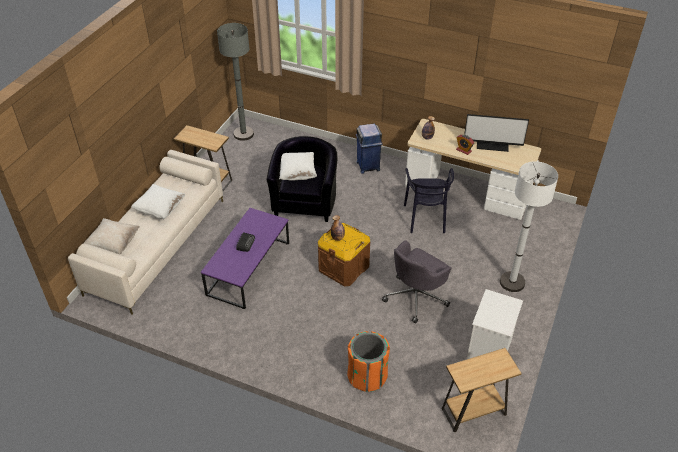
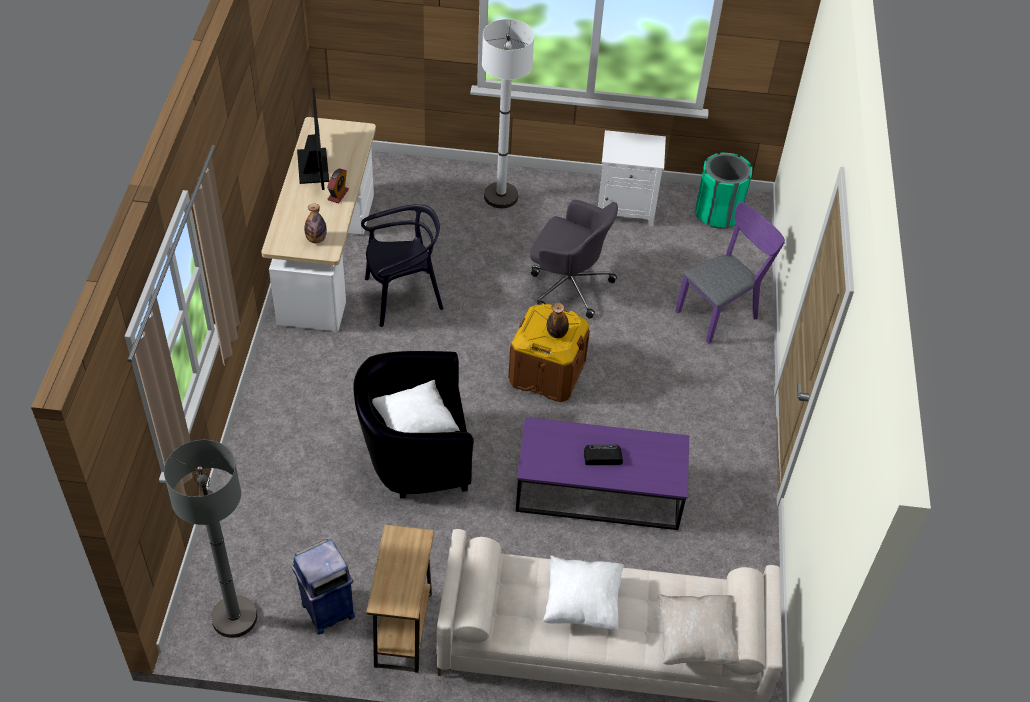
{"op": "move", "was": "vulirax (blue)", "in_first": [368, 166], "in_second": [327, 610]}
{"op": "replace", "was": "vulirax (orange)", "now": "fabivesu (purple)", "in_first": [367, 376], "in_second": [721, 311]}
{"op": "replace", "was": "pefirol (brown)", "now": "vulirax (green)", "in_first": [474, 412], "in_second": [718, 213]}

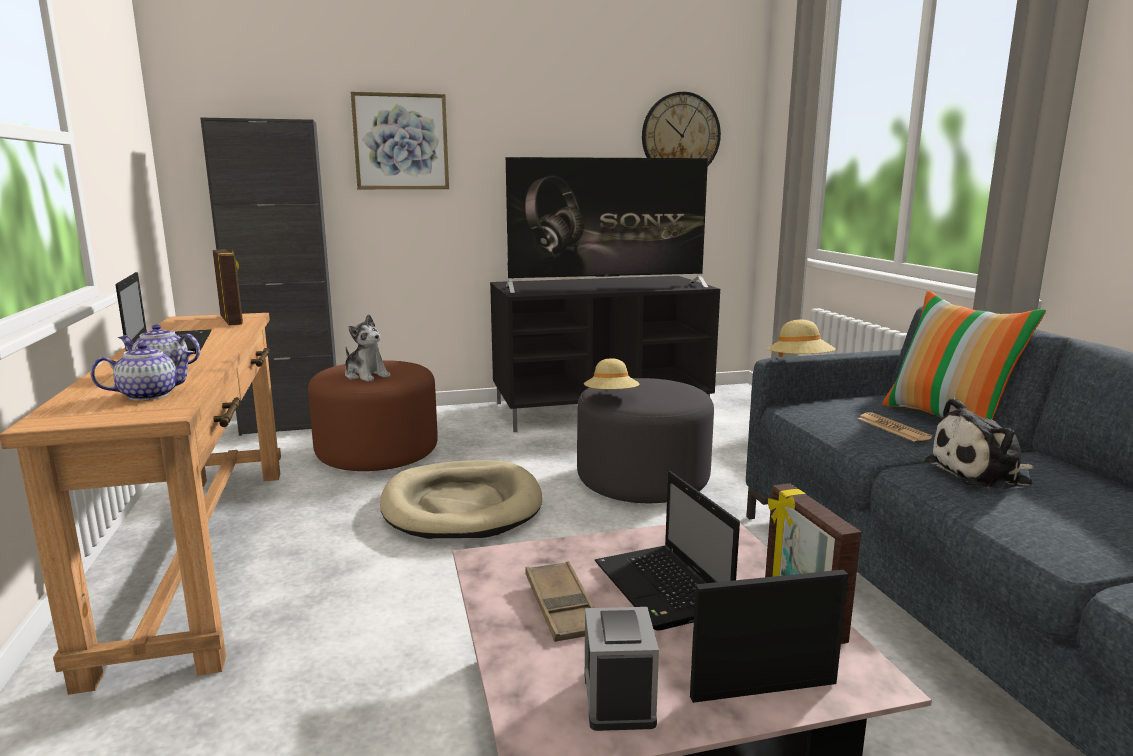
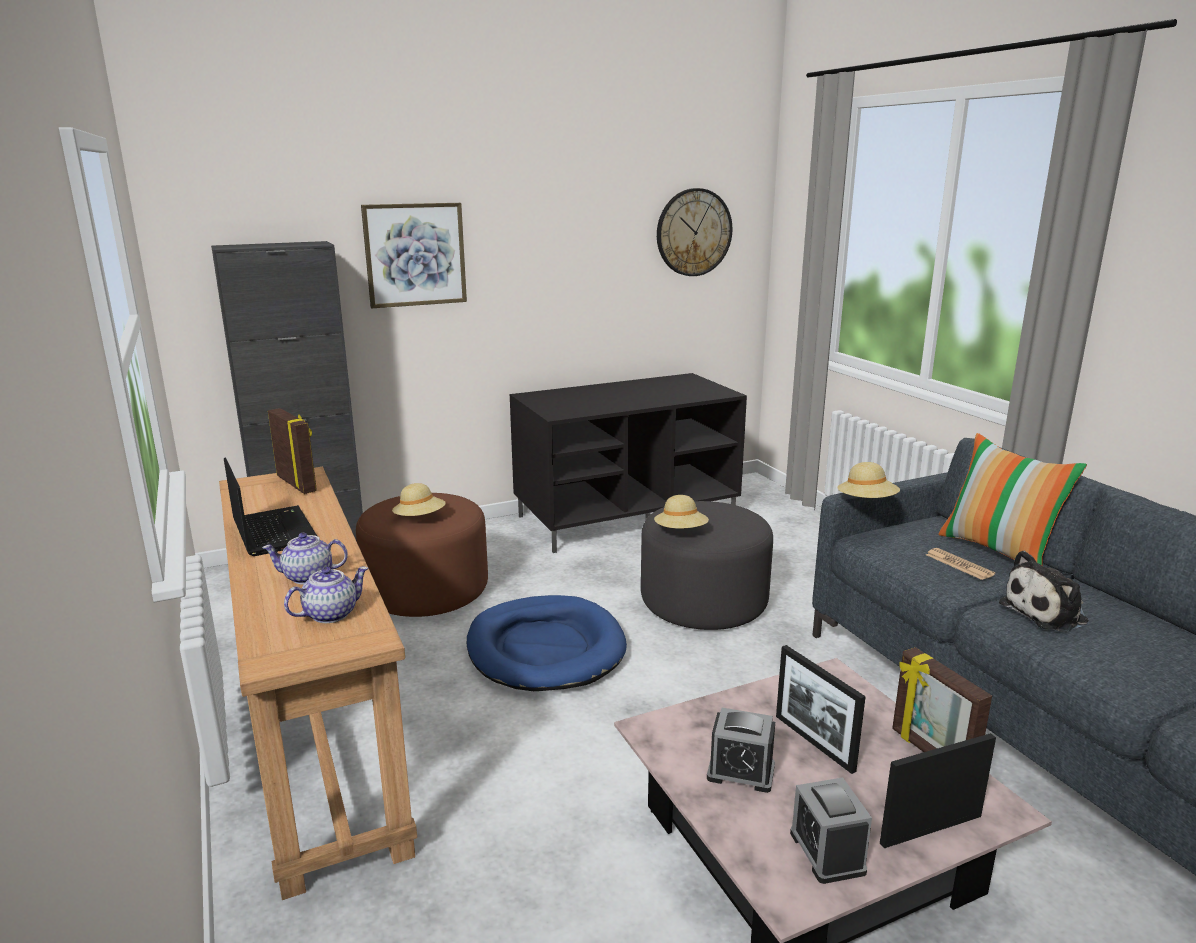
{"op": "delete", "was": "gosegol", "in_first": [607, 287]}
{"op": "replace", "was": "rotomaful", "now": "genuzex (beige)", "in_first": [366, 375], "in_second": [420, 518]}
{"op": "replace", "was": "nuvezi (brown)", "now": "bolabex", "in_first": [562, 607], "in_second": [740, 772]}
{"op": "replace", "was": "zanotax", "now": "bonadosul", "in_first": [664, 589], "in_second": [814, 743]}
{"op": "recolor", "was": "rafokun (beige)", "now": "rafokun (blue)", "in_first": [462, 506], "in_second": [545, 649]}

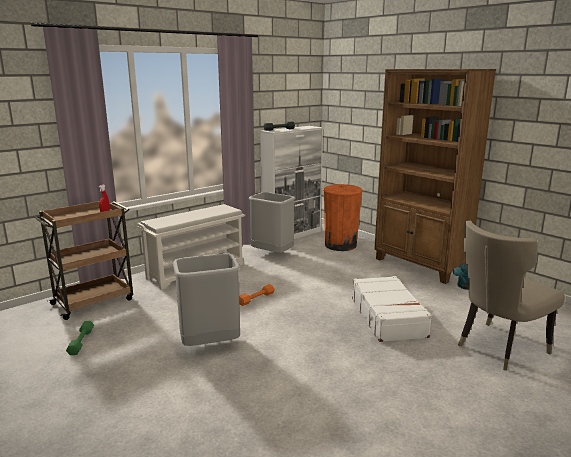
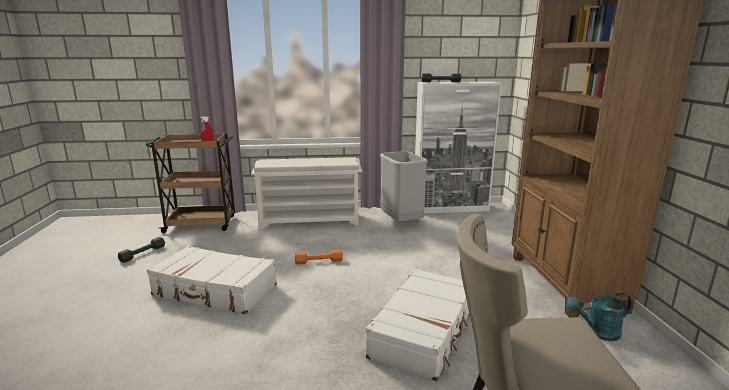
{"op": "delete", "was": "vulirax (orange)", "in_first": [340, 245]}
{"op": "replace", "was": "vulirax (grey)", "now": "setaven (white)", "in_first": [210, 344], "in_second": [215, 290]}
{"op": "recolor", "was": "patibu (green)", "now": "patibu (grey)", "in_first": [81, 342], "in_second": [142, 253]}

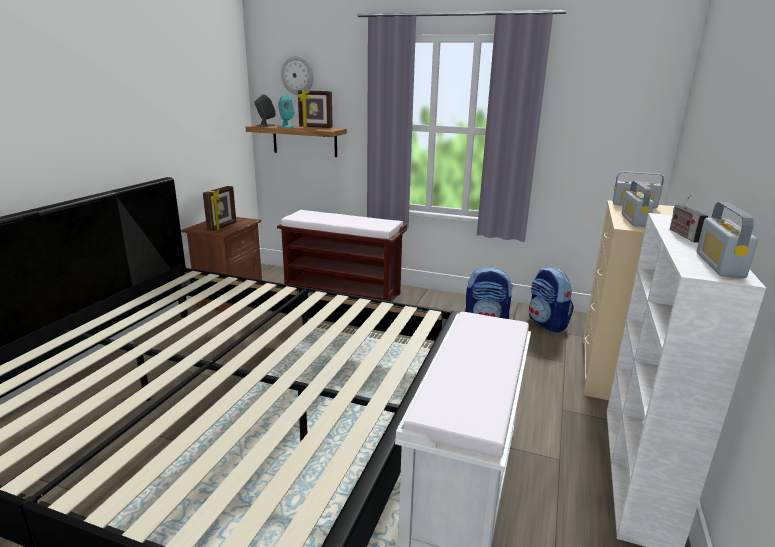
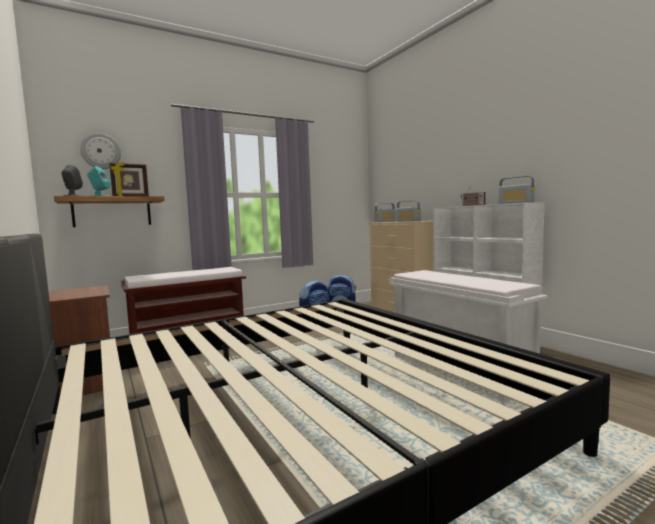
{"op": "delete", "was": "bonadosul", "in_first": [222, 227]}

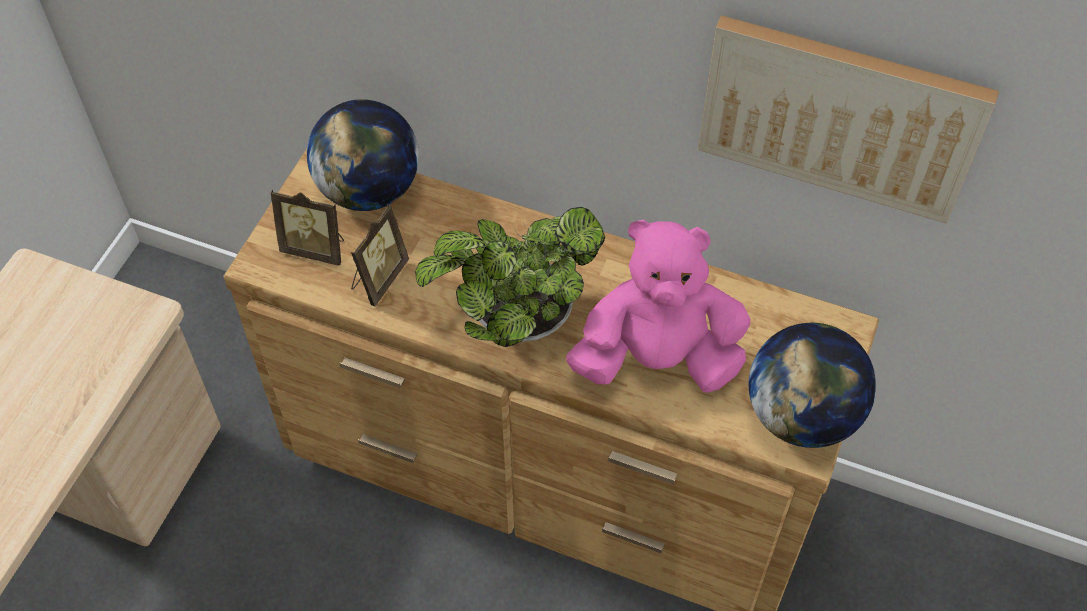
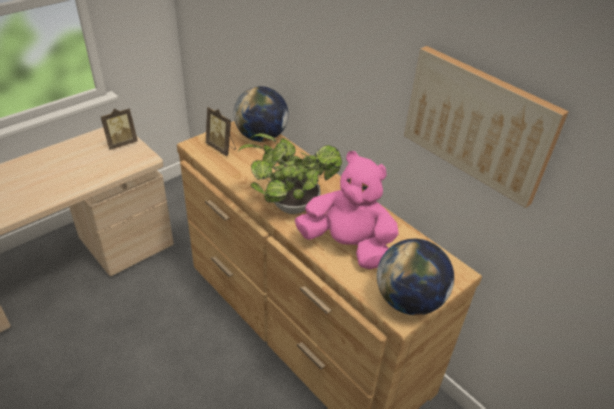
{"op": "move", "was": "bonadosul", "in_first": [378, 279], "in_second": [121, 143]}

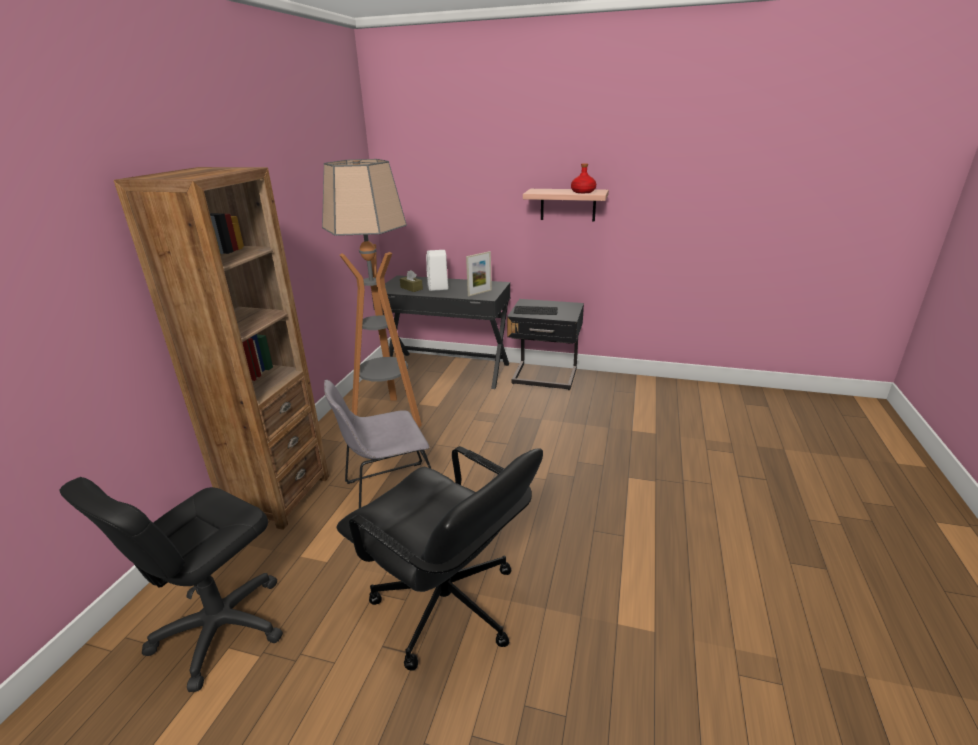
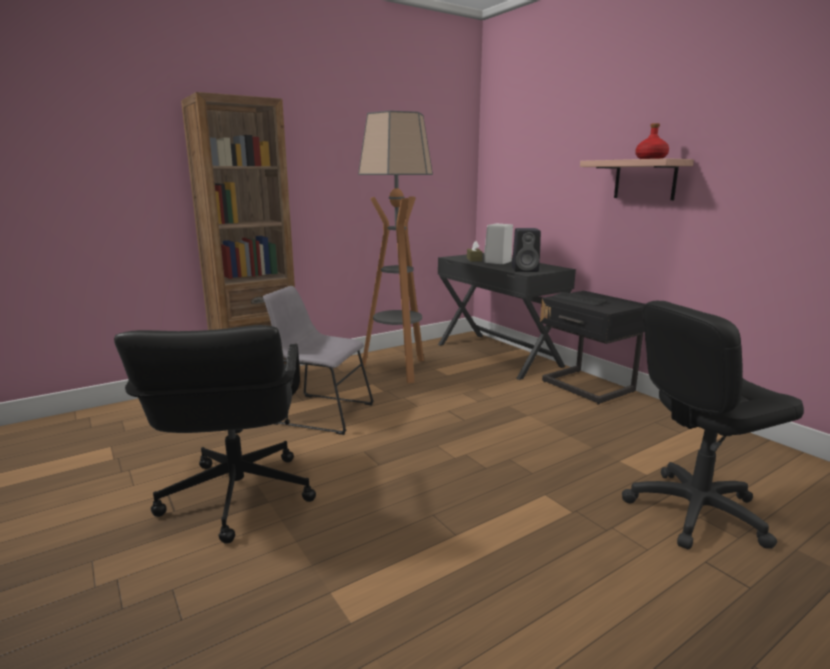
{"op": "move", "was": "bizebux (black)", "in_first": [220, 628], "in_second": [695, 511]}
{"op": "replace", "was": "bonadosul", "now": "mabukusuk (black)", "in_first": [479, 293], "in_second": [526, 270]}

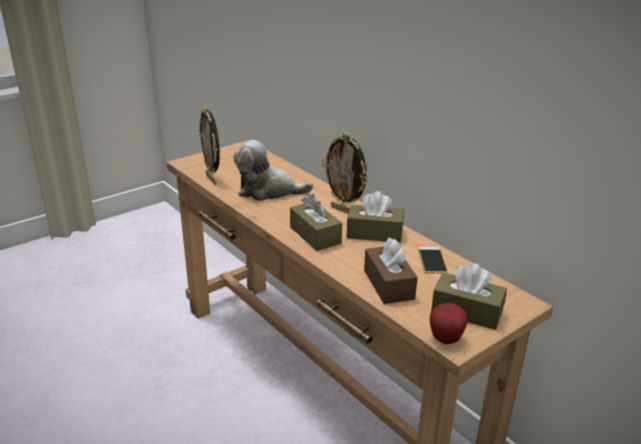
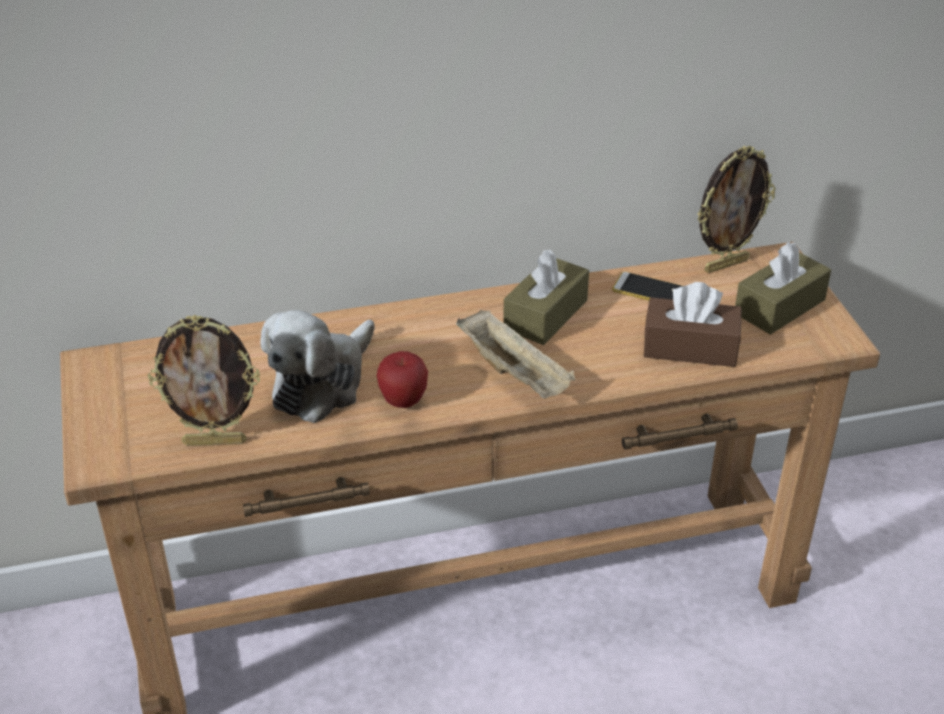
{"op": "move", "was": "bonadosul", "in_first": [344, 211], "in_second": [725, 265]}
{"op": "move", "was": "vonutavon", "in_first": [445, 339], "in_second": [403, 401]}
{"op": "replace", "was": "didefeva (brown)", "now": "nuvezi (beige)", "in_first": [315, 235], "in_second": [515, 374]}

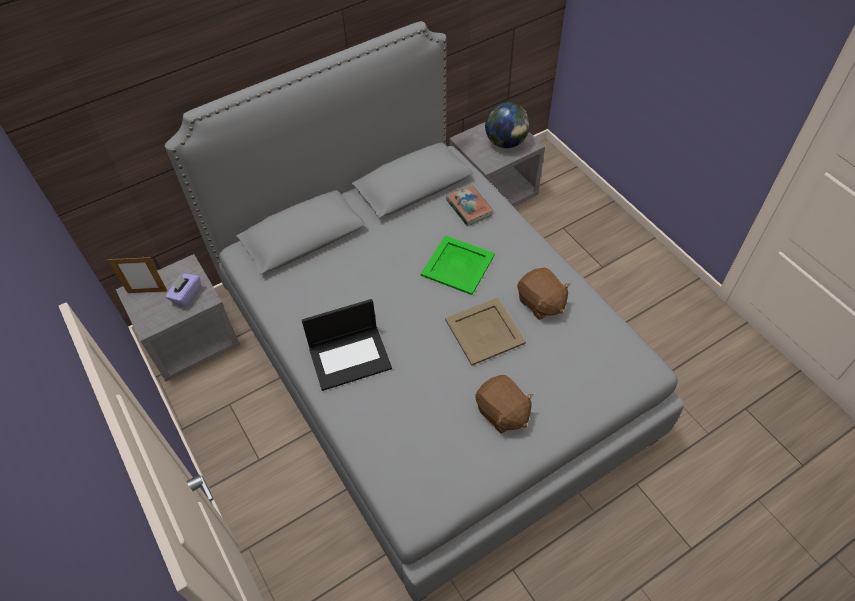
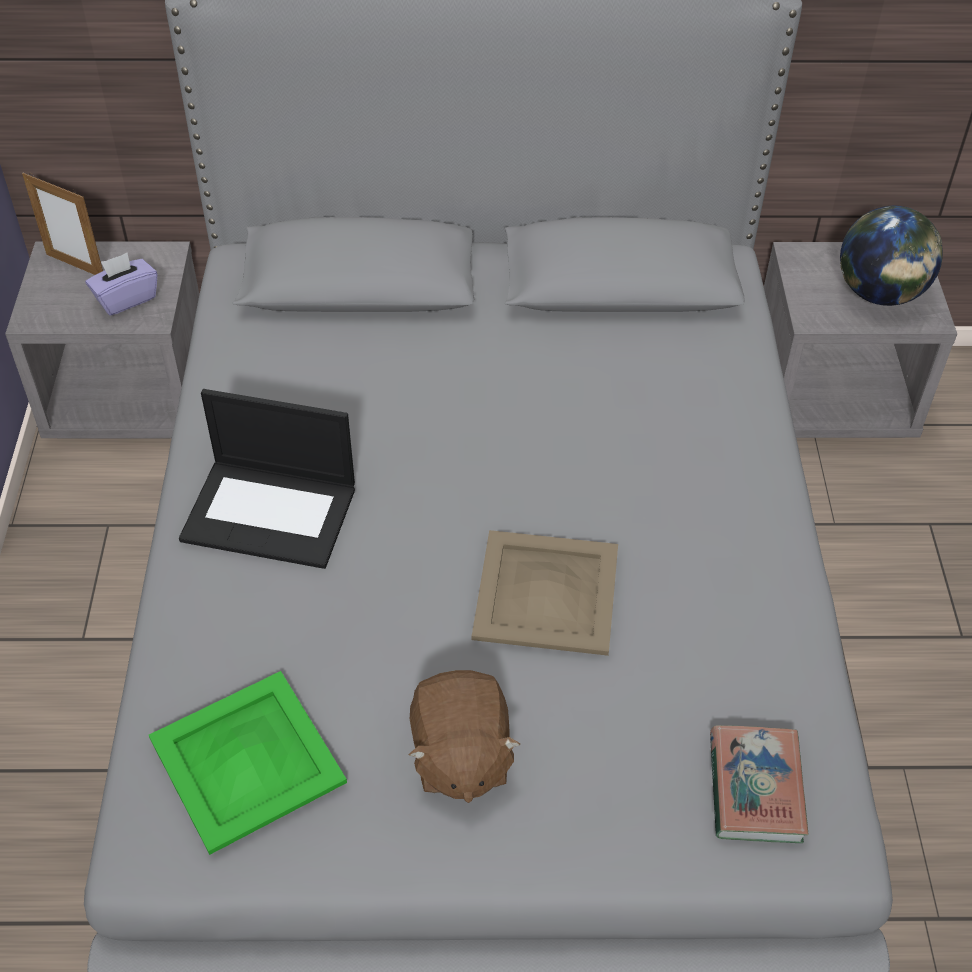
{"op": "delete", "was": "rotomaful (brown)", "in_first": [540, 303]}
{"op": "move", "was": "nuvezi (green)", "in_first": [457, 264], "in_second": [248, 758]}
{"op": "move", "was": "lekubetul", "in_first": [469, 208], "in_second": [755, 788]}

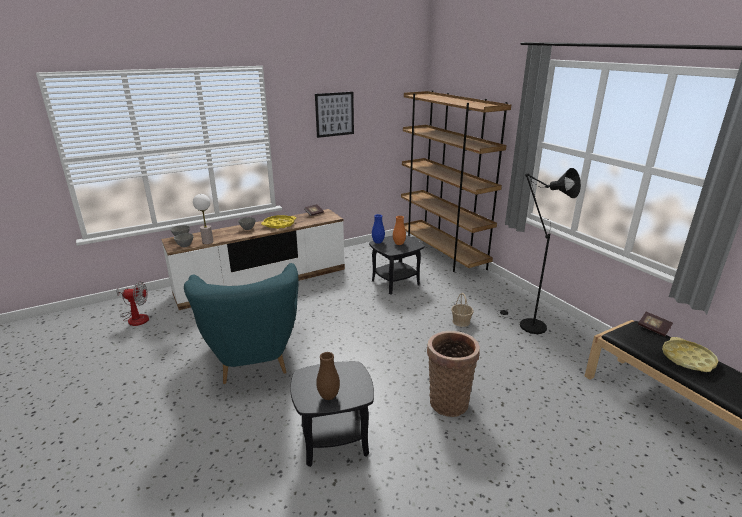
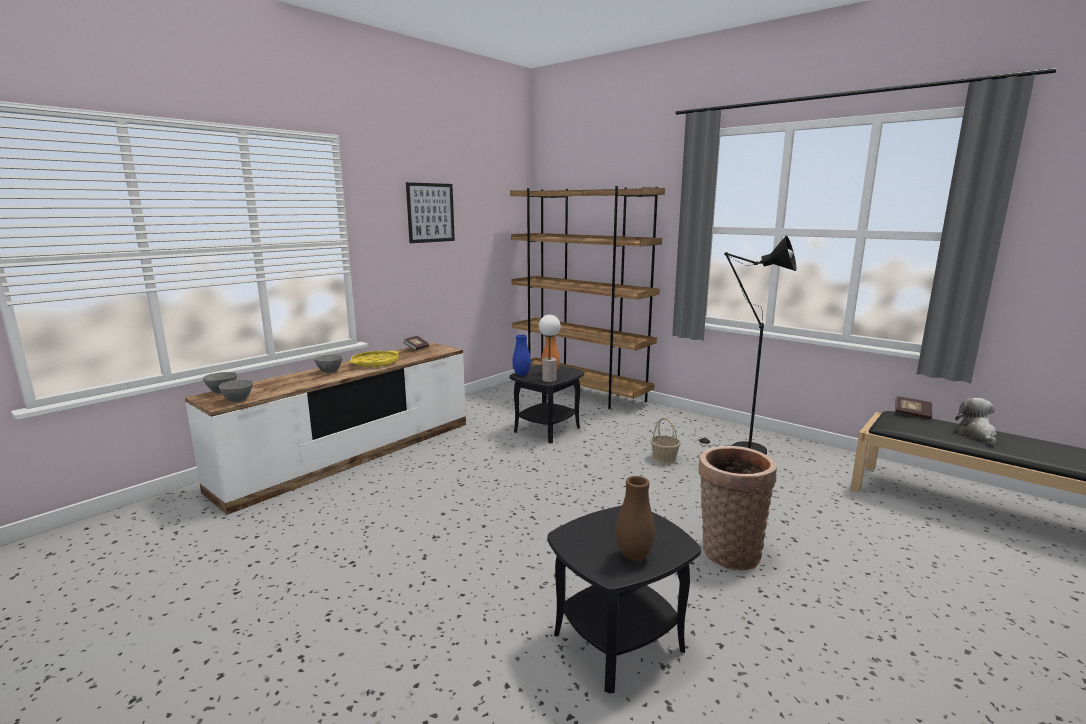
{"op": "delete", "was": "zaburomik", "in_first": [135, 317]}
{"op": "delete", "was": "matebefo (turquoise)", "in_first": [253, 357]}
{"op": "move", "was": "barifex", "in_first": [208, 242], "in_second": [549, 380]}
{"op": "replace", "was": "nuvezi (yellow)", "now": "rotomaful", "in_first": [687, 359], "in_second": [977, 435]}

